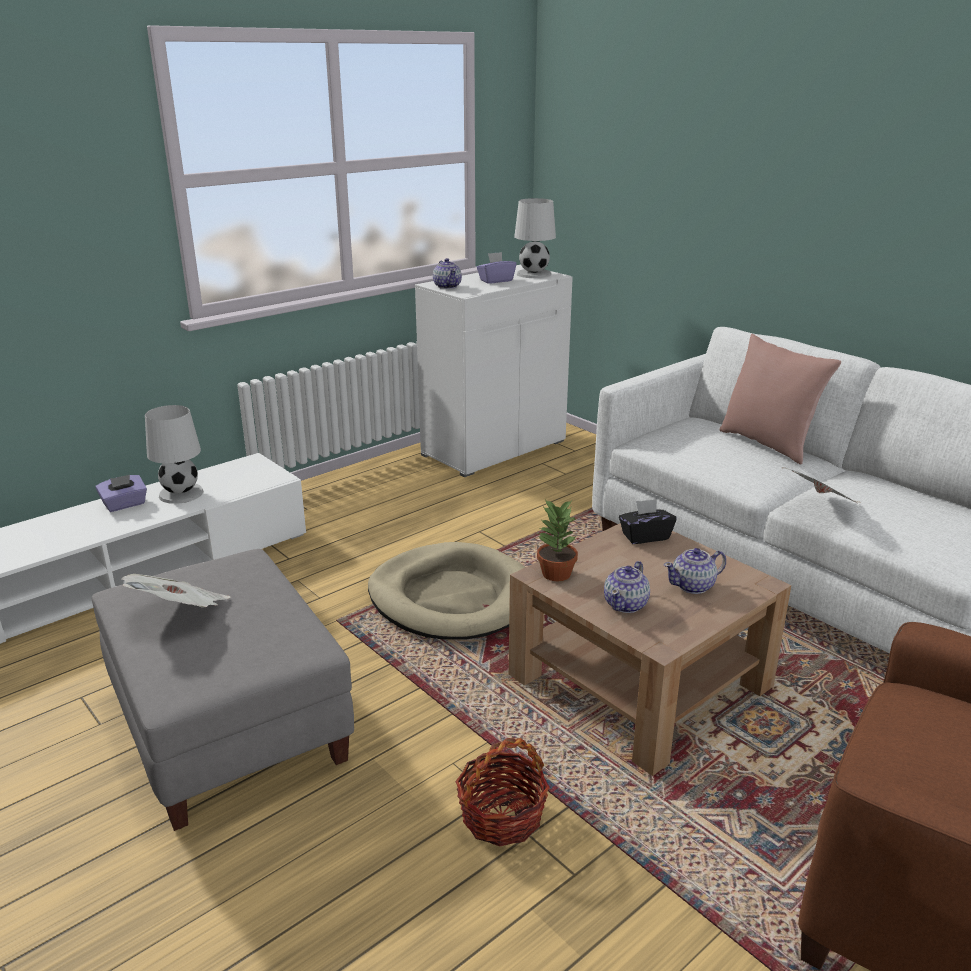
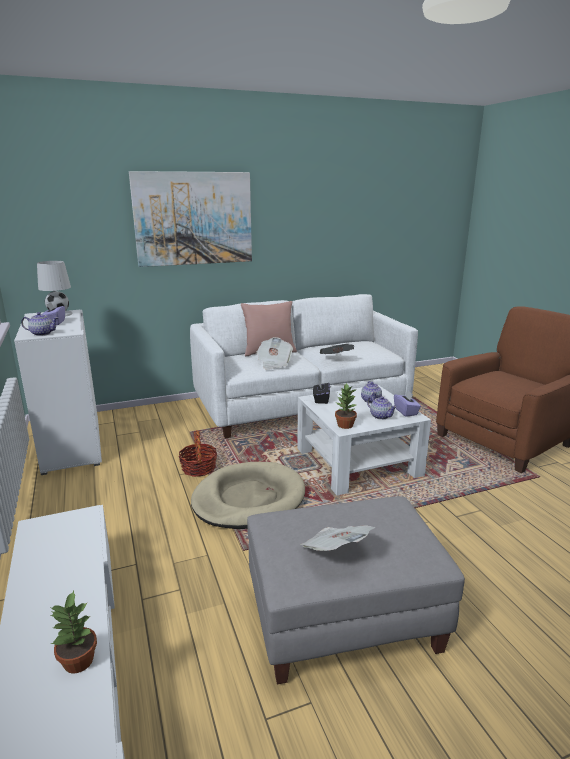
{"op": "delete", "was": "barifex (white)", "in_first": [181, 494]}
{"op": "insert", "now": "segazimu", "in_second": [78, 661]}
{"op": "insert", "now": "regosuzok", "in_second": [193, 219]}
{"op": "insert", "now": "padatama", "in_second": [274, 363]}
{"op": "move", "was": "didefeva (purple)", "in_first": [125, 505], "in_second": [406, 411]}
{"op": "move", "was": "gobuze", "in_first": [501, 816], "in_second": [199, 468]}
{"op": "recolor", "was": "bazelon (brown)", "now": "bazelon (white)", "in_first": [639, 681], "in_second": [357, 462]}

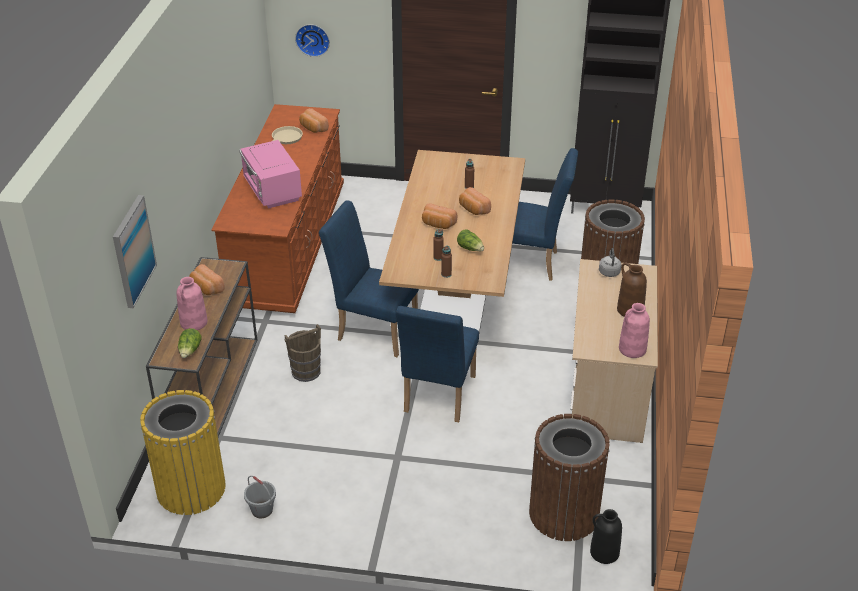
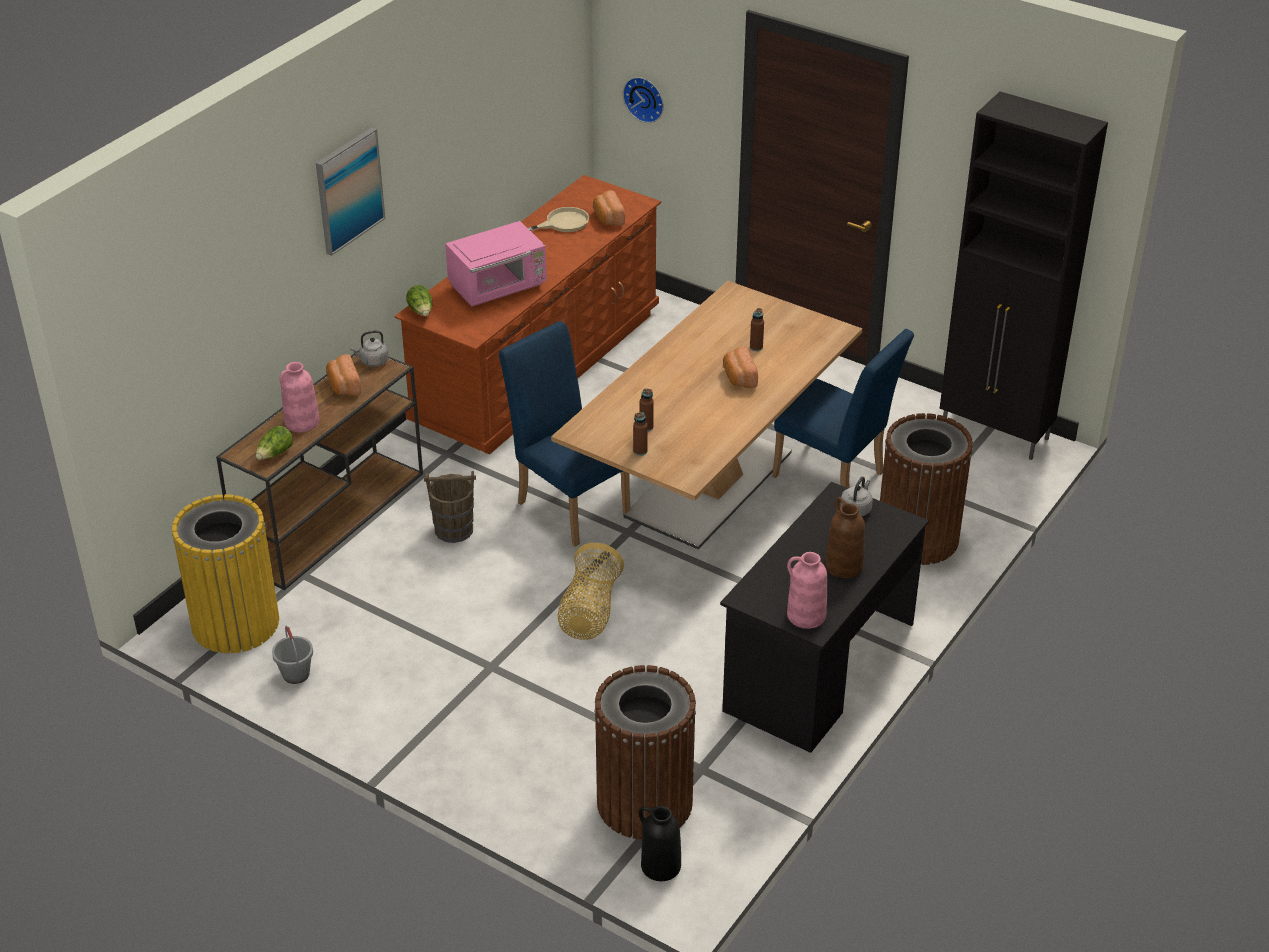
{"op": "delete", "was": "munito", "in_first": [438, 224]}
{"op": "insert", "now": "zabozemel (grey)", "in_second": [372, 361]}
{"op": "move", "was": "regosuzok", "in_first": [133, 251], "in_second": [349, 190]}
{"op": "move", "was": "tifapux", "in_first": [470, 248], "in_second": [421, 311]}
{"op": "replace", "was": "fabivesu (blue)", "now": "gobuze", "in_first": [437, 398], "in_second": [589, 612]}
{"op": "recolor", "was": "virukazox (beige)", "now": "virukazox (black)", "in_first": [607, 386], "in_second": [819, 667]}
{"op": "rotate", "was": "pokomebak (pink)", "in_first": [272, 191], "in_second": [499, 287], "clockwise": -120}

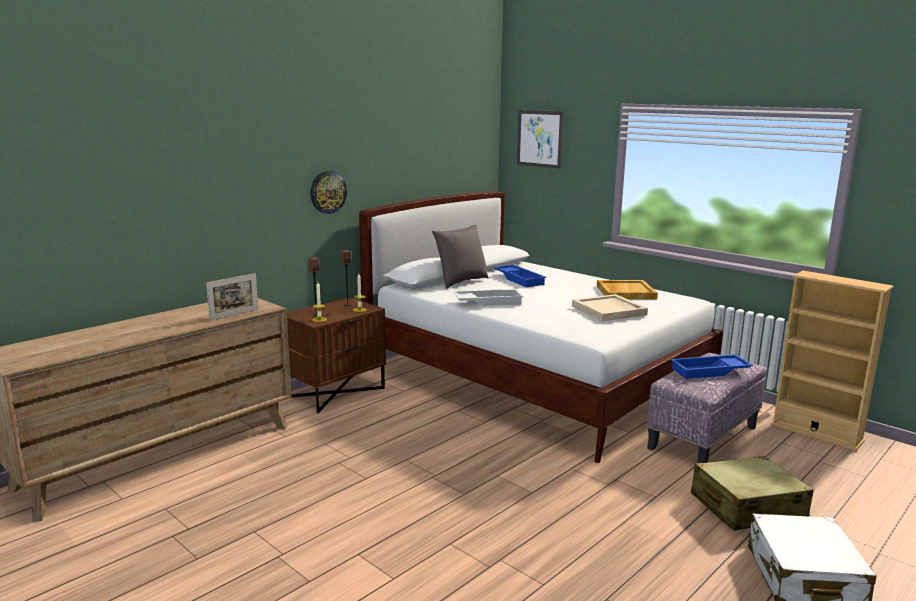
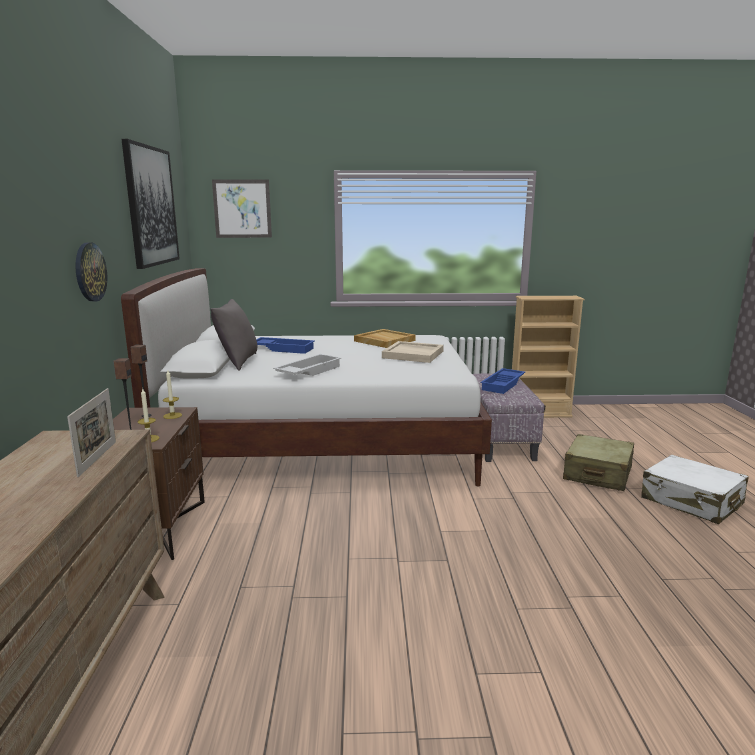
{"op": "insert", "now": "regosuzok", "in_second": [151, 206]}

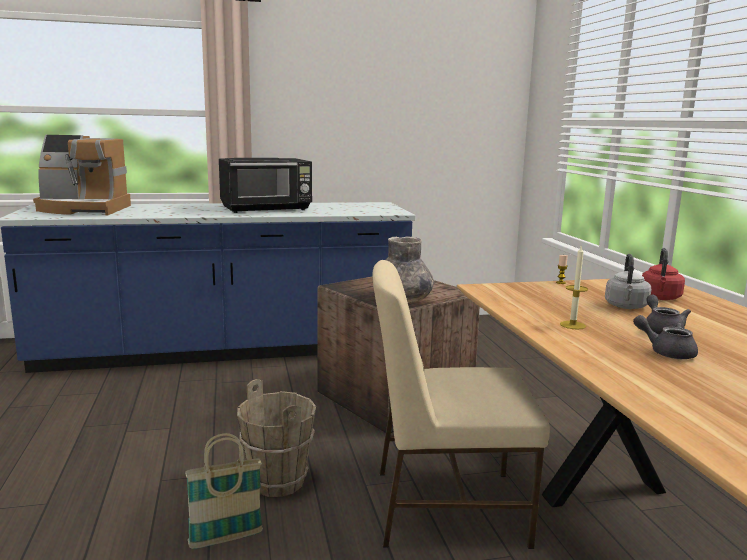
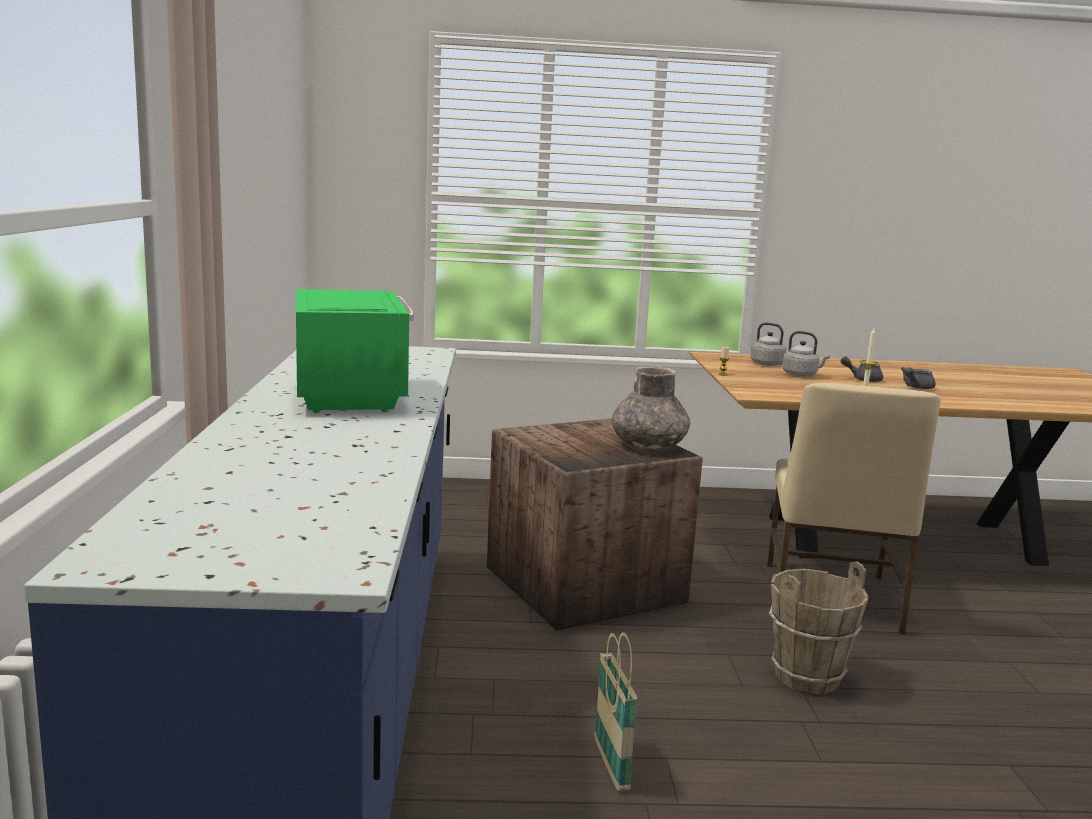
{"op": "delete", "was": "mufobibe", "in_first": [84, 209]}
{"op": "move", "was": "gobuze", "in_first": [226, 539], "in_second": [611, 765]}
{"op": "recolor", "was": "pokomebak (black)", "now": "pokomebak (green)", "in_first": [267, 209], "in_second": [351, 394]}
{"op": "recolor", "was": "zabozemel (red)", "now": "zabozemel (grey)", "in_first": [660, 298], "in_second": [769, 364]}

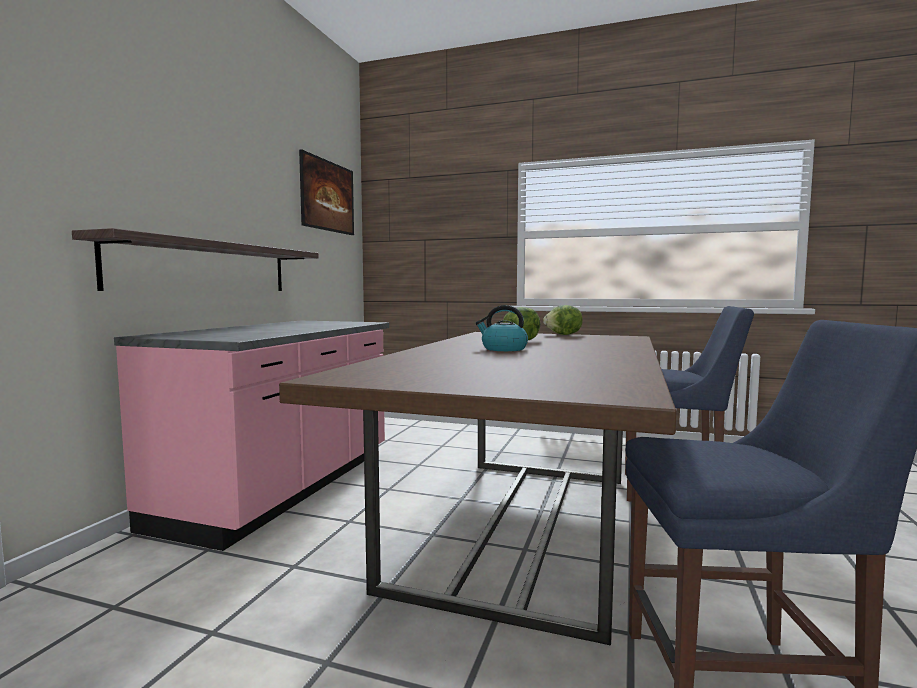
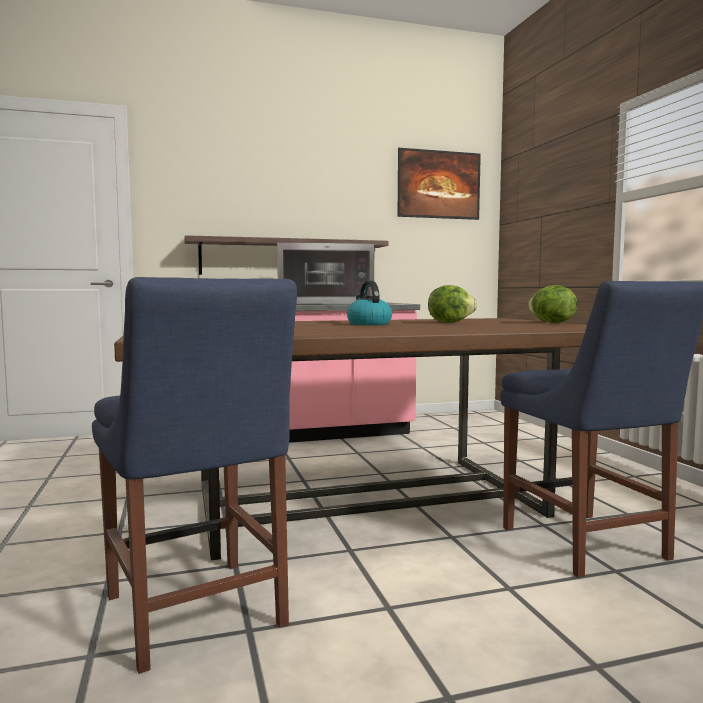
{"op": "insert", "now": "pokomebak", "in_second": [324, 303]}

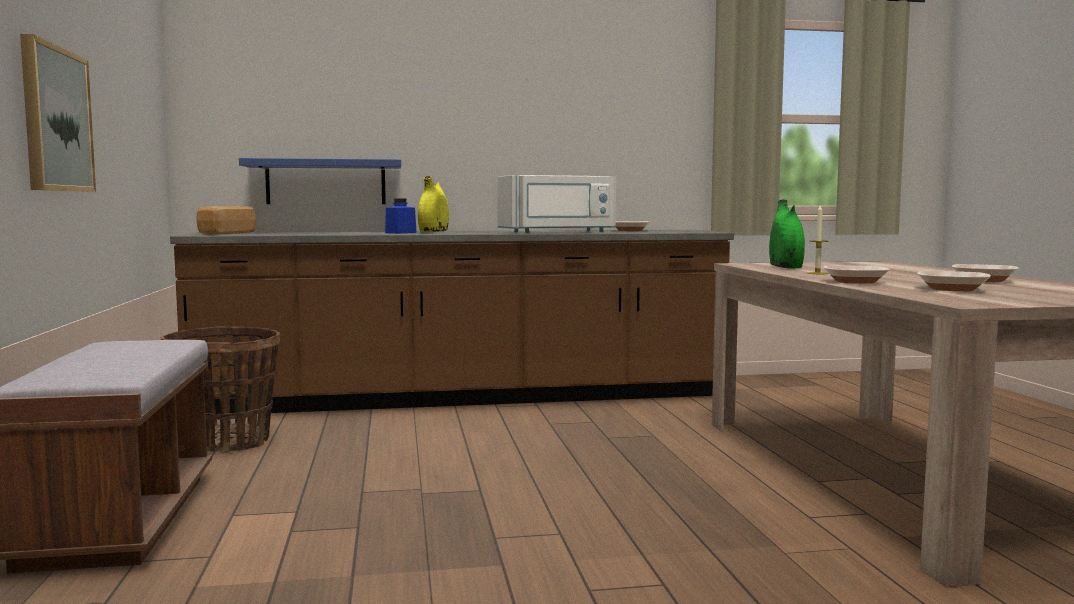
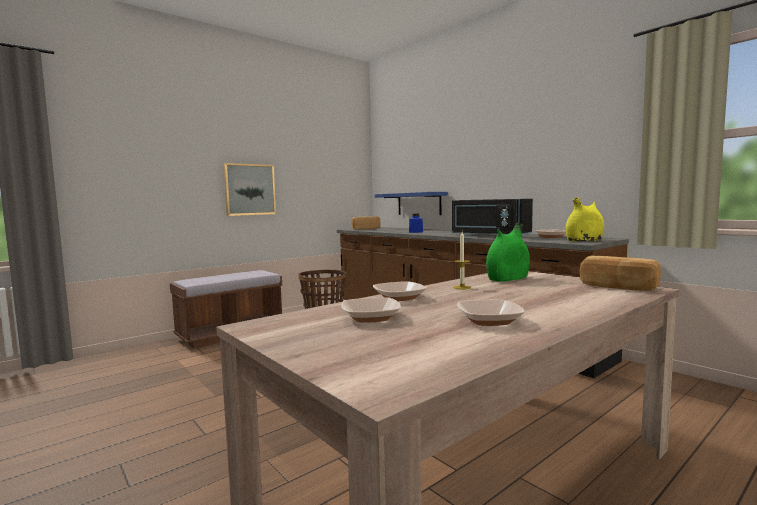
{"op": "insert", "now": "munito", "in_second": [617, 287]}
{"op": "move", "was": "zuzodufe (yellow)", "in_first": [434, 232], "in_second": [584, 241]}
{"op": "recolor", "was": "pokomebak (white)", "now": "pokomebak (black)", "in_first": [558, 232], "in_second": [489, 236]}

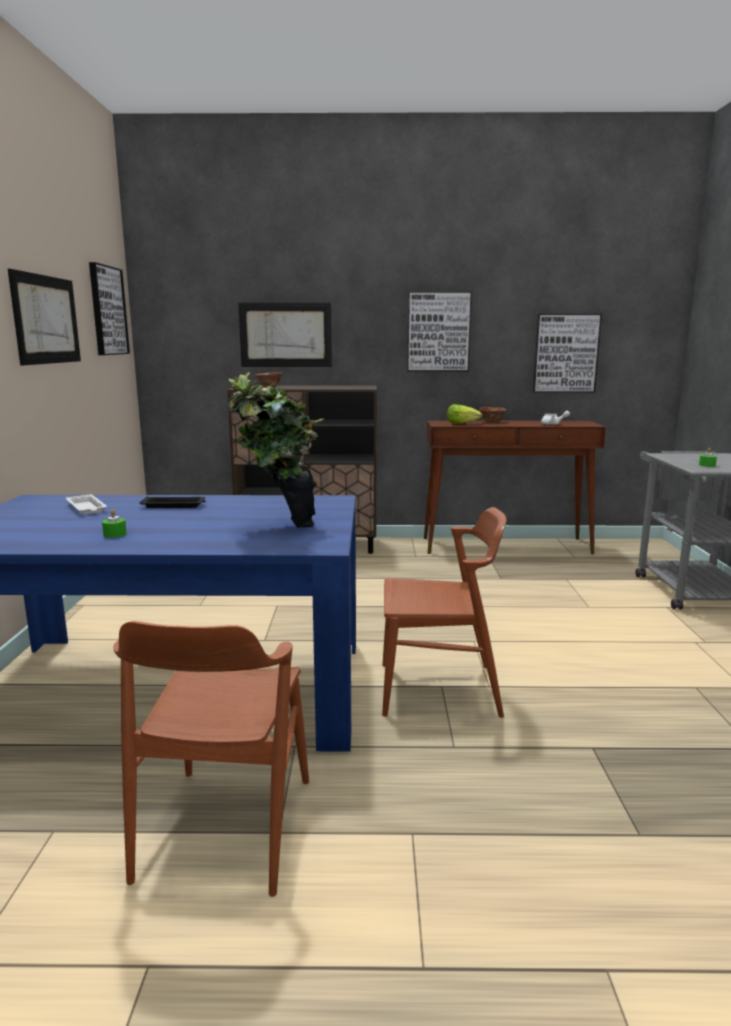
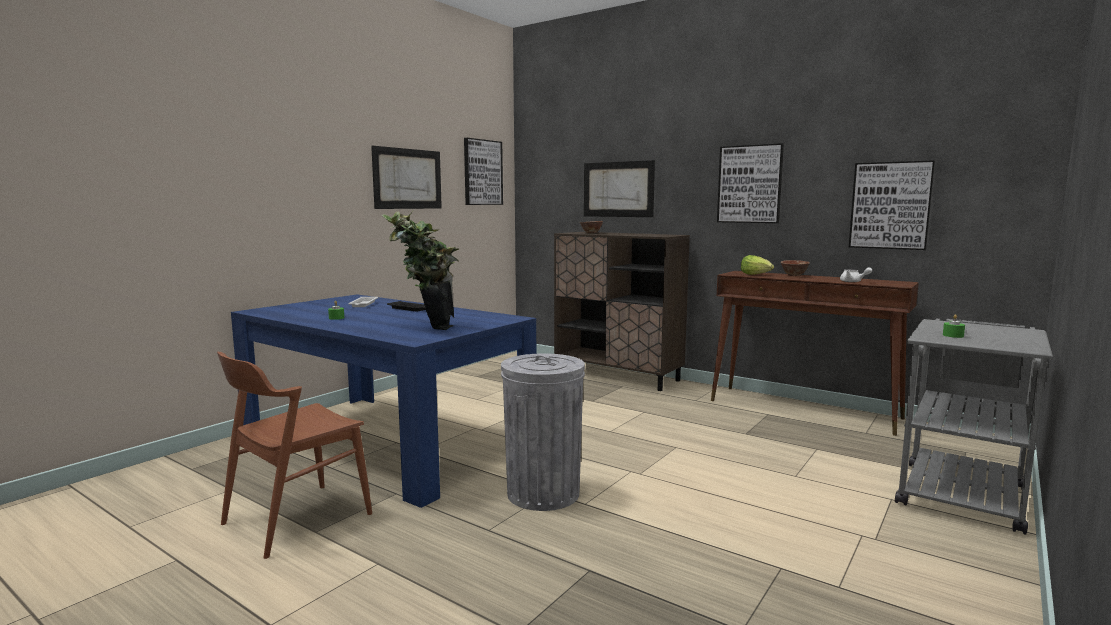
{"op": "replace", "was": "fabivesu (brown)", "now": "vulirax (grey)", "in_first": [439, 689], "in_second": [543, 493]}

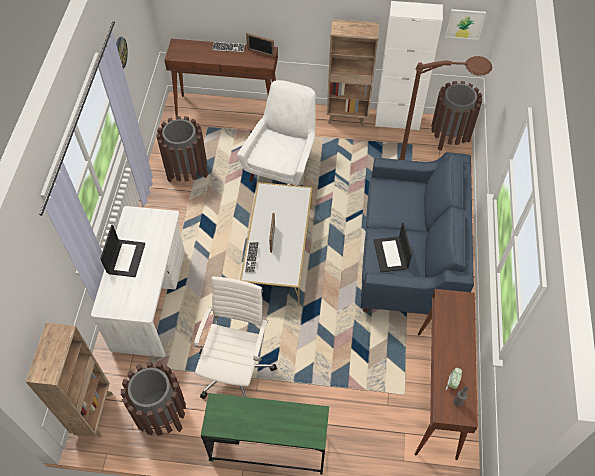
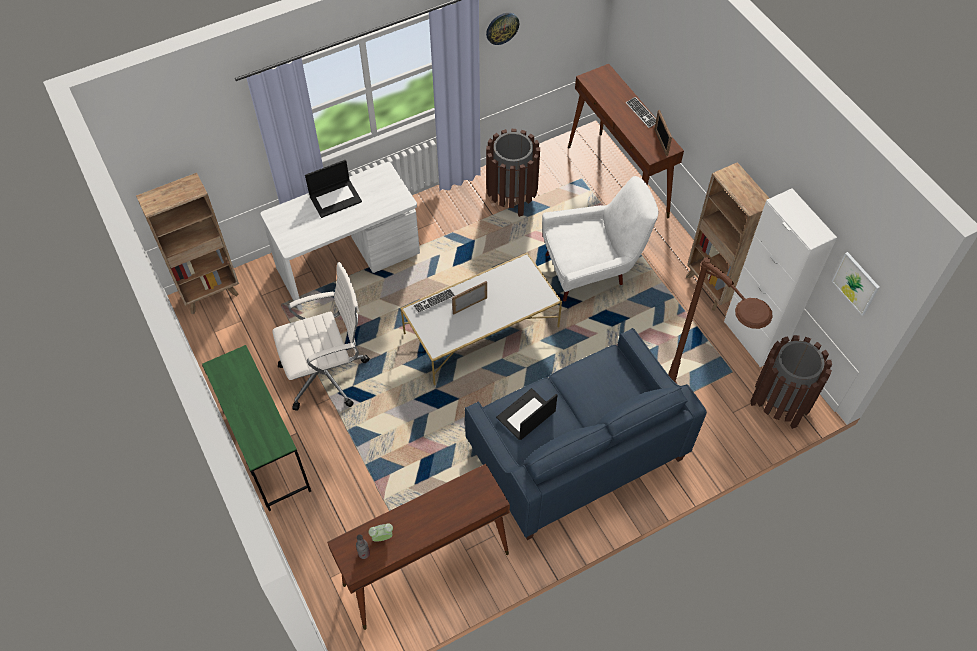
{"op": "delete", "was": "vulirax (brown)", "in_first": [161, 414]}

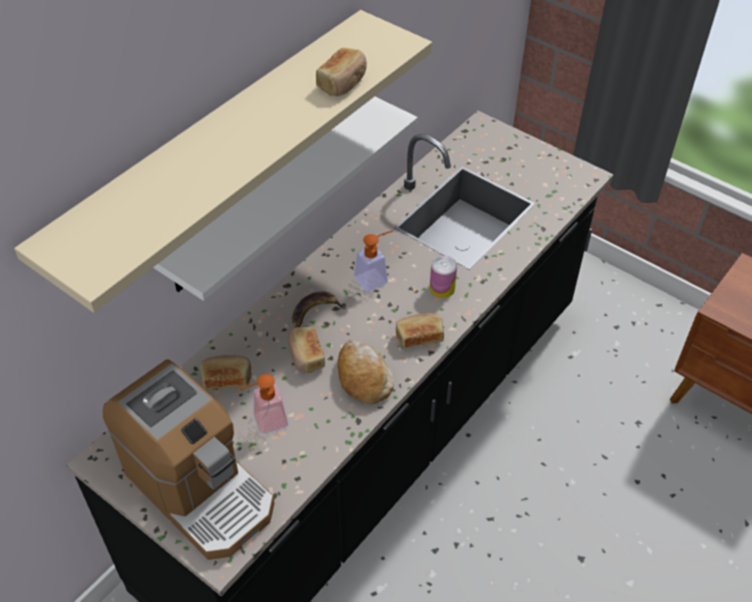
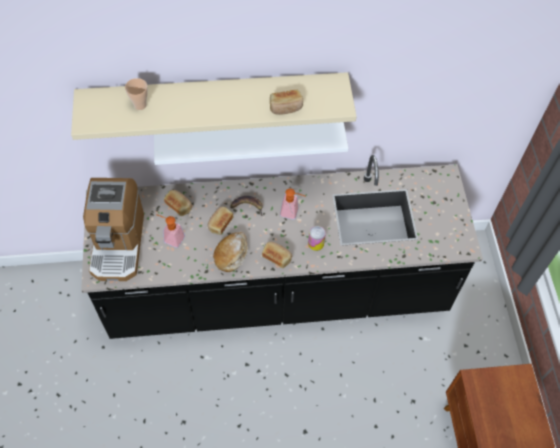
{"op": "insert", "now": "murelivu", "in_second": [140, 105]}

